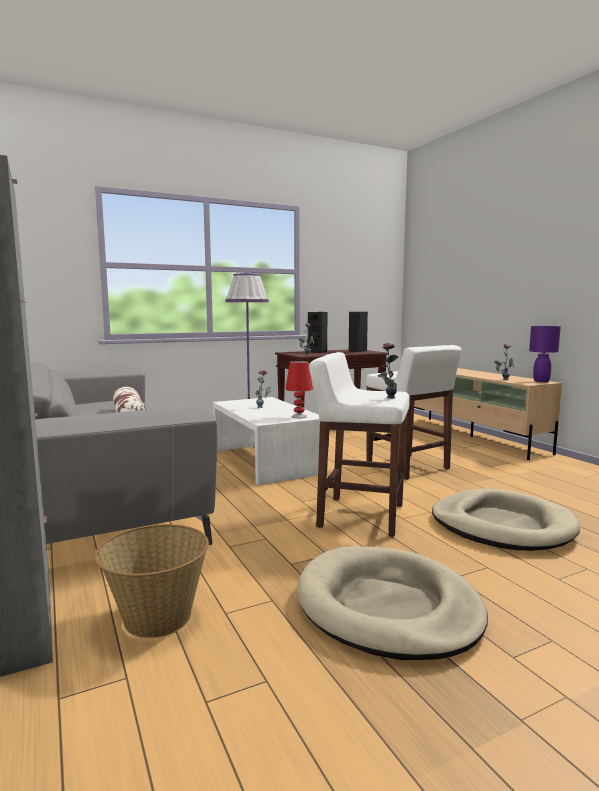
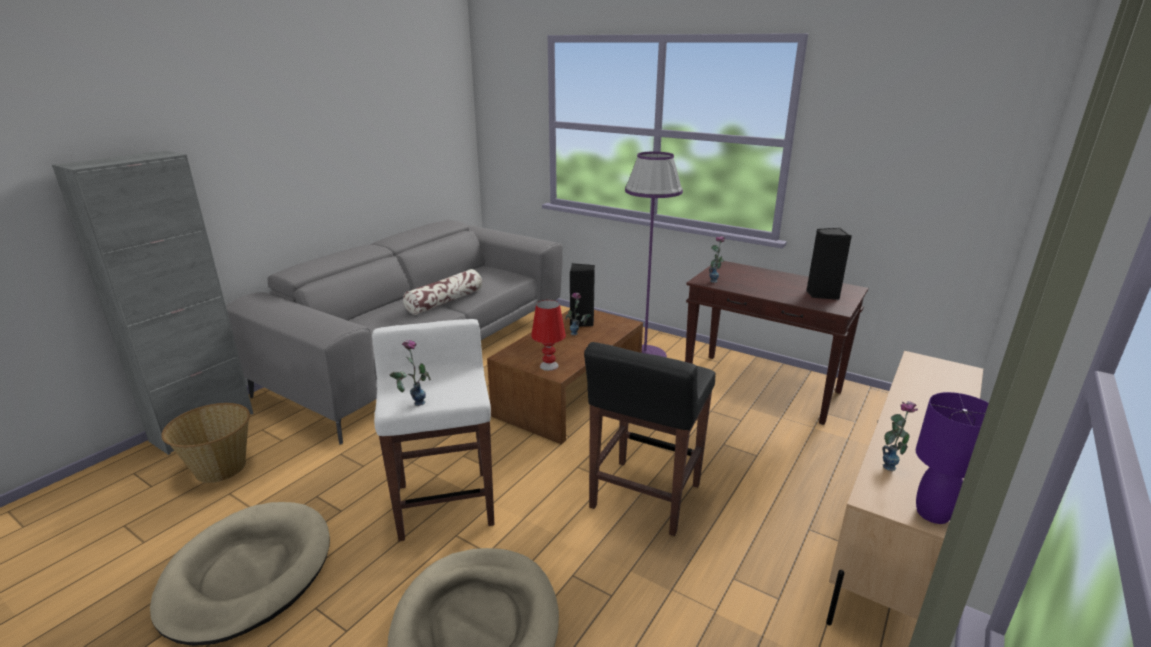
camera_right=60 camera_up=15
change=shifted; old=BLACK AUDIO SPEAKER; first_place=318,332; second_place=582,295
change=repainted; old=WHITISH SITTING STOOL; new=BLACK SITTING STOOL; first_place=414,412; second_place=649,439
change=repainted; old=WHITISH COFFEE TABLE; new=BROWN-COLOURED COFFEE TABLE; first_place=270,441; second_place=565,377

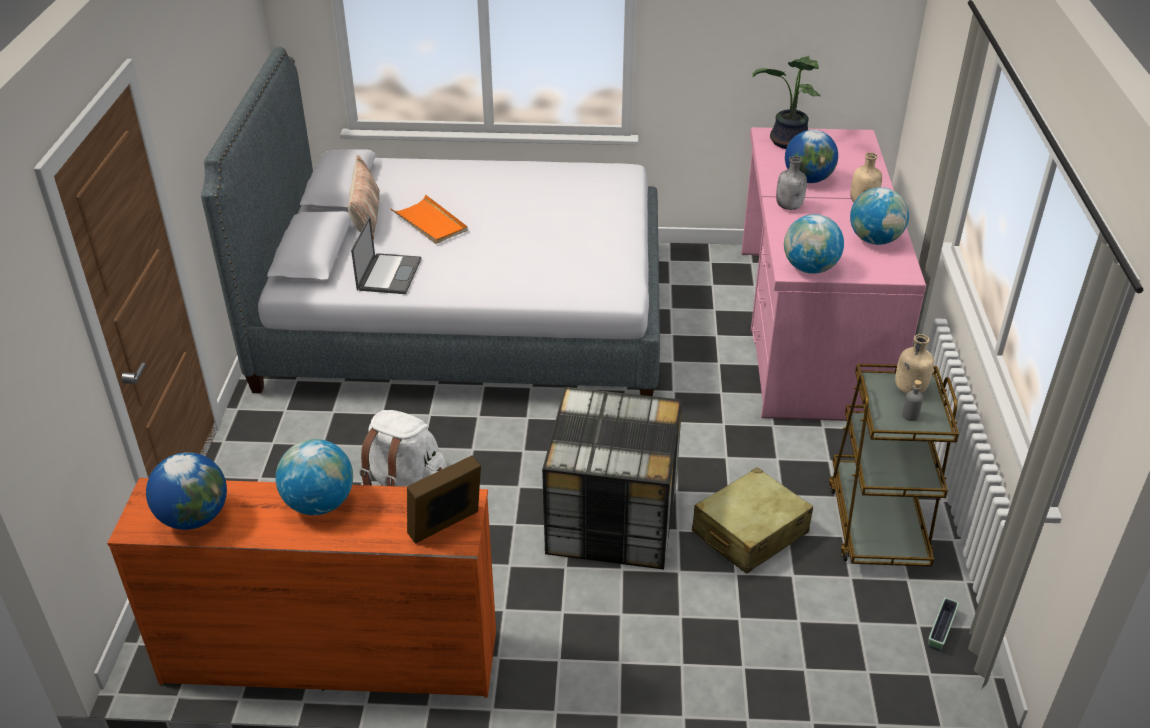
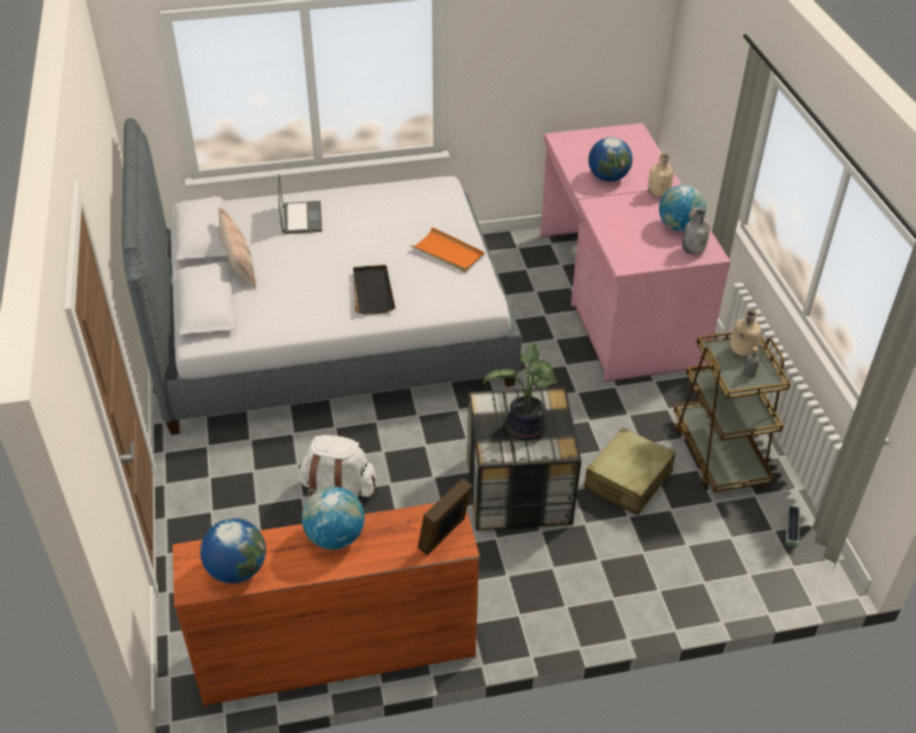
camera_right=-15 camera_up=5
change=shifted; old=HOUSEPLANT; first_place=786,102; second_place=520,391
change=shifted; old=GREYISH DRINK BOTTLE; first_place=791,183; second_place=696,232
change=shifted; old=ORANGEY CARRYING TRAY; first_place=429,219; second_place=447,249
change=gone; old=WORLD GLOBE; first_place=814,244
change=shifted; old=LAPTOP; first_place=386,255; second_place=300,204
change=new; new=BLACK CARRYING TRAY; second_place=374,290

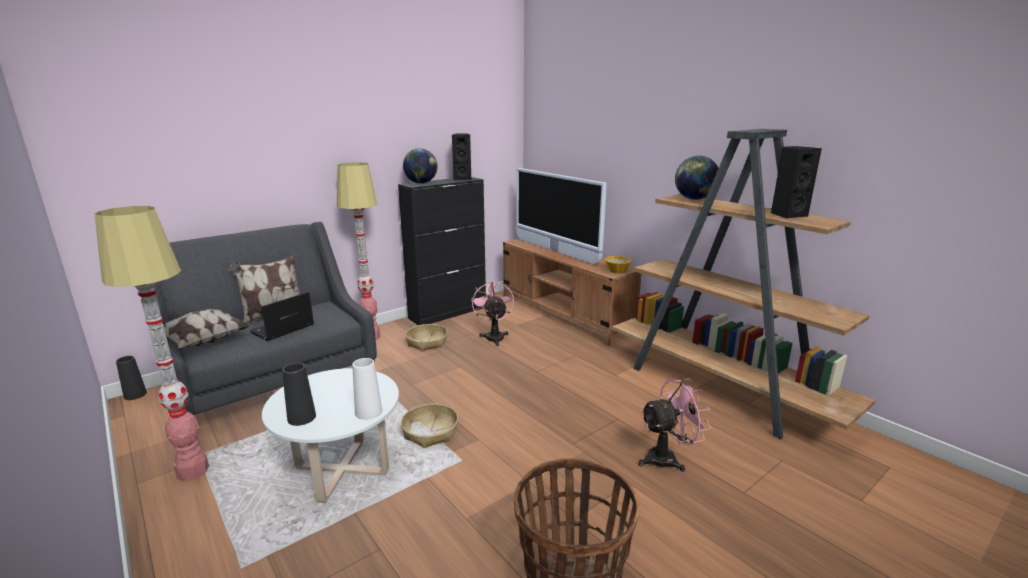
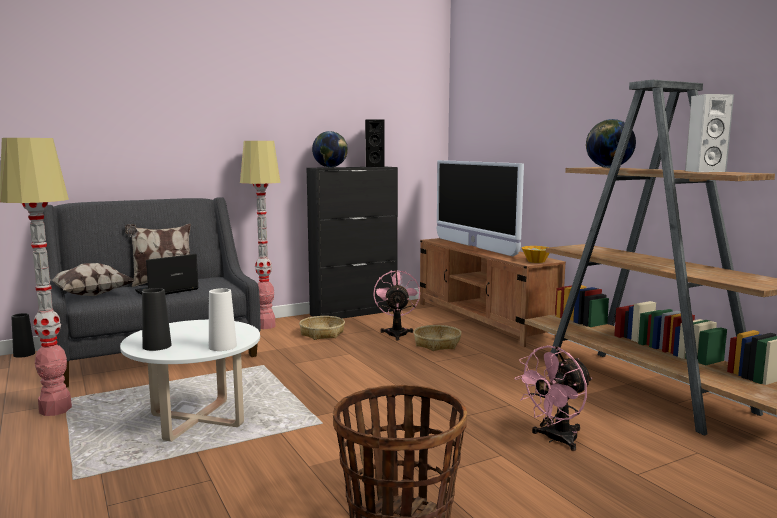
camera_right=10 camera_up=-10
change=repainted; old=BLACK AUDIO SPEAKER; new=WHITISH AUDIO SPEAKER; first_place=796,182; second_place=709,133
change=rotated; old=PINKISH FAN; first_place=675,425; second_place=553,398; degrees=150
change=shifted; old=HOUSEHOLD BASKET; first_place=429,426; second_place=438,338

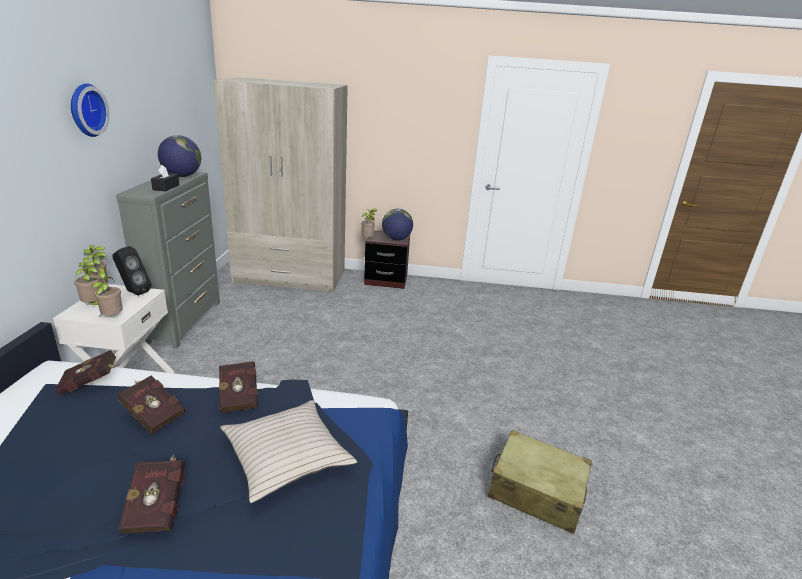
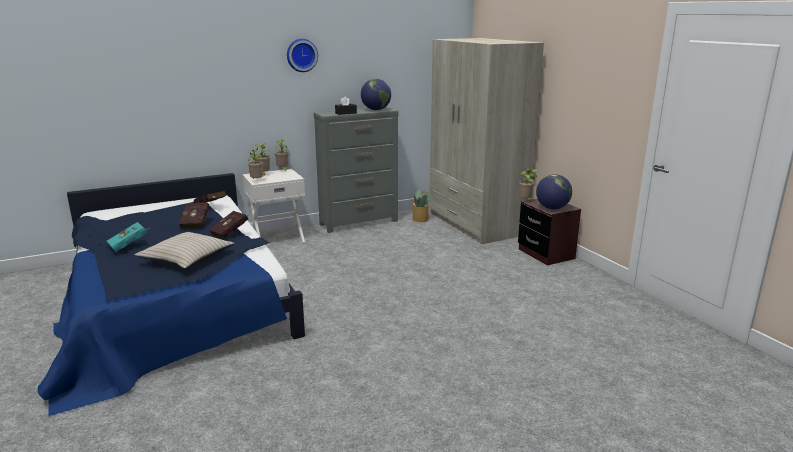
camera_right=60 camera_up=-5
change=gone; old=BLACK AUDIO SPEAKER; first_place=131,271
change=gone; old=BEIGE PIECE OF LUGGAGE; first_place=540,482
change=repainted; old=RED BOUND BOOK; new=TURQUOISE BOUND BOOK; first_place=151,494; second_place=129,237
change=new; new=HOUSEPLANT; second_place=421,206

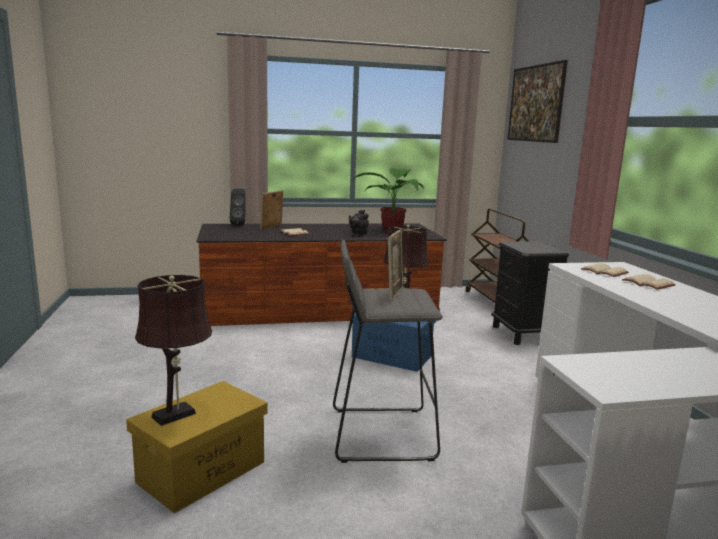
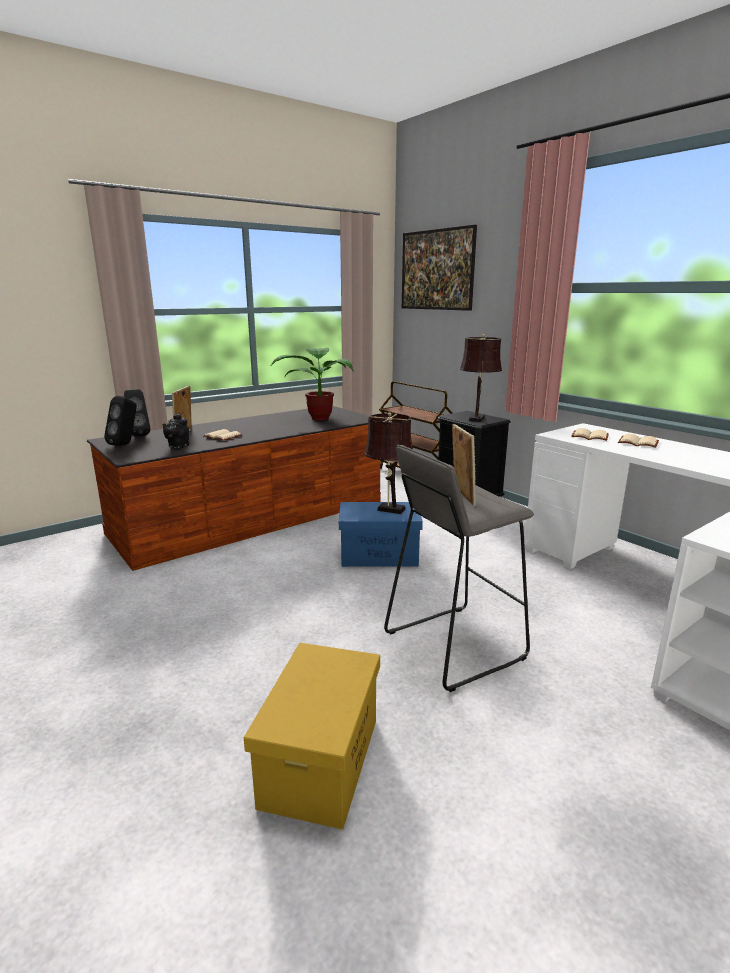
camera_right=-25 camera_up=5
change=shifted; old=BLACK POT FOR TEA; first_place=359,223; second_place=175,431
change=shifted; old=BROWN-COLOURED LAMP FOR A TABLE; first_place=173,350; second_place=481,378
change=new; new=BLACK AUDIO SPEAKER; second_place=120,421

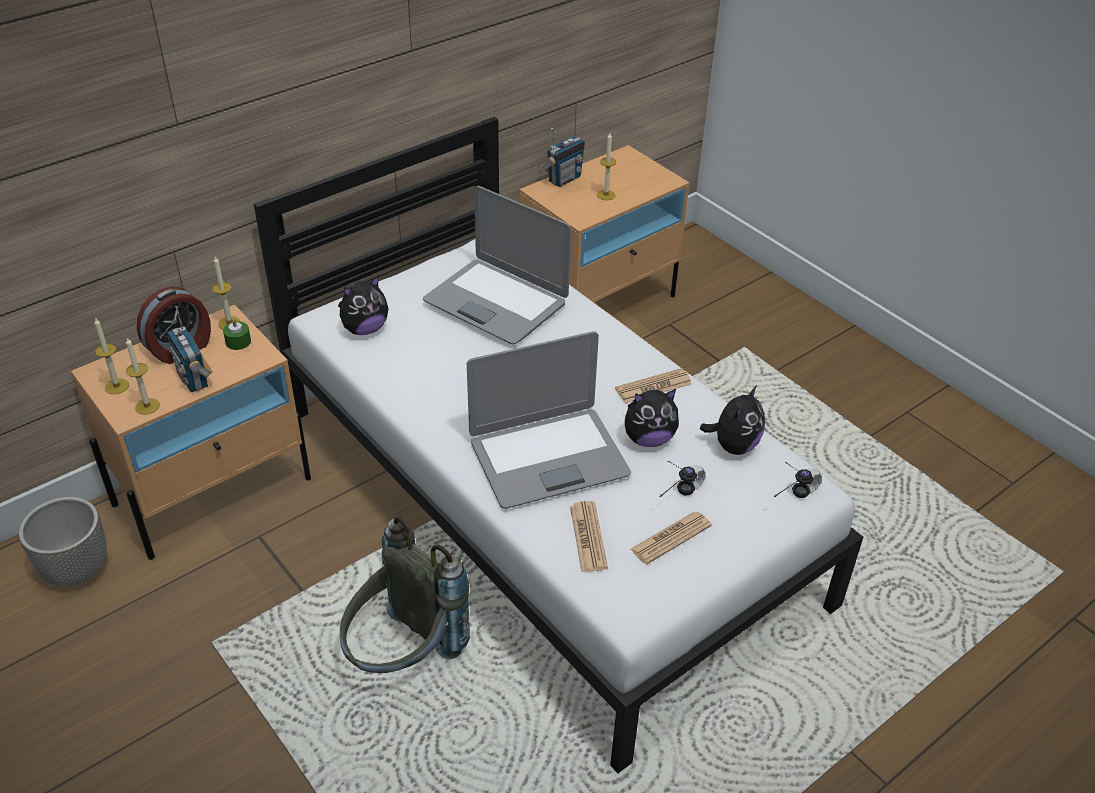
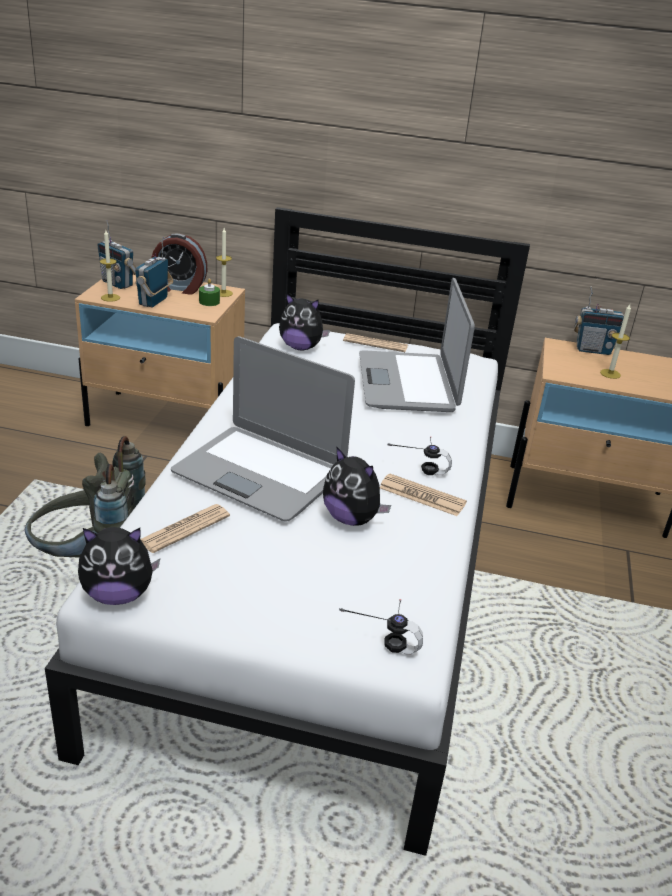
camera_right=50 camera_up=-10
change=swapped; old=WAX CANDLE; new=RADIO SET; first_place=111,355; second_place=116,254
change=shifted; old=PLUSH TOY; first_place=732,420; second_place=119,566
change=shifted; old=HEADSET; first_place=682,479; second_place=419,456
change=gone; old=PLANTER; first_place=62,541
change=shifted; old=DAILY PAPER; first_place=671,538; second_place=375,342

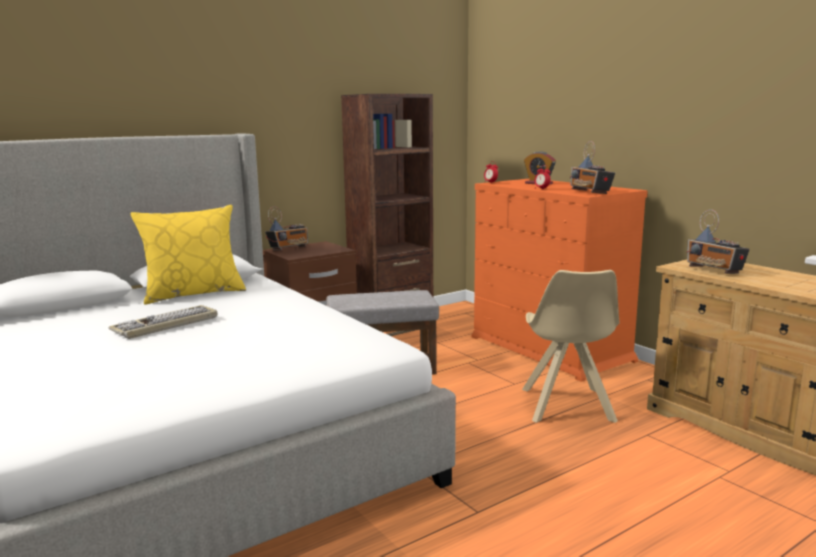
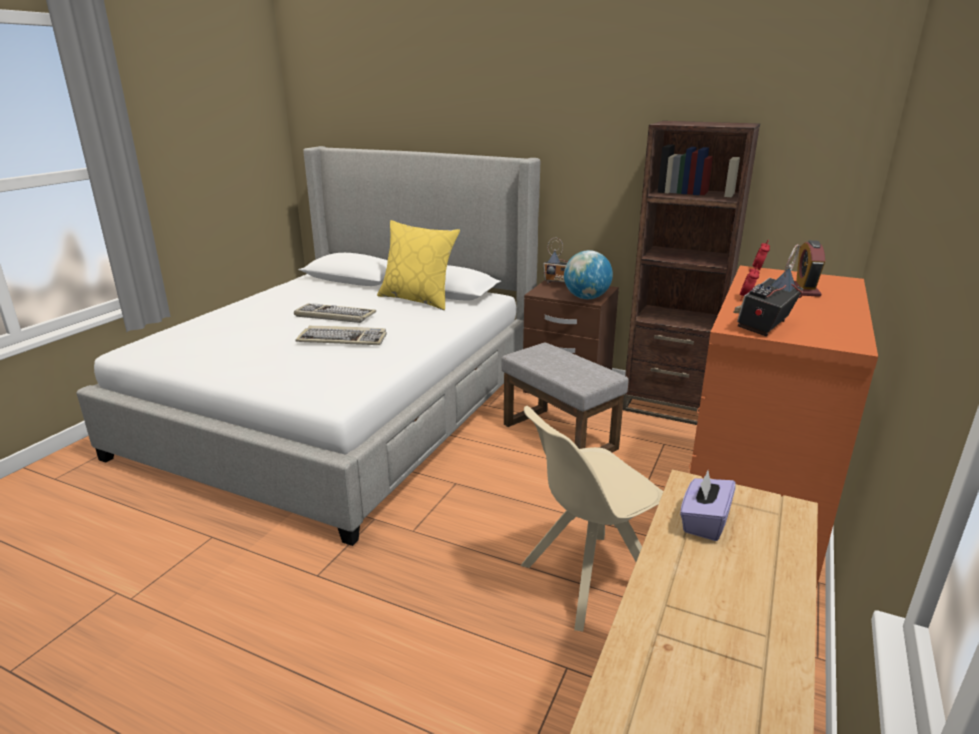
camera_right=60 camera_up=10
change=swapped; old=RADIO SET; new=PURPLISH TISSUE HOLDER; first_place=718,241; second_place=708,506
change=new; new=WORLD GLOBE; second_place=588,274
change=new; new=KEYBOARD; second_place=341,335

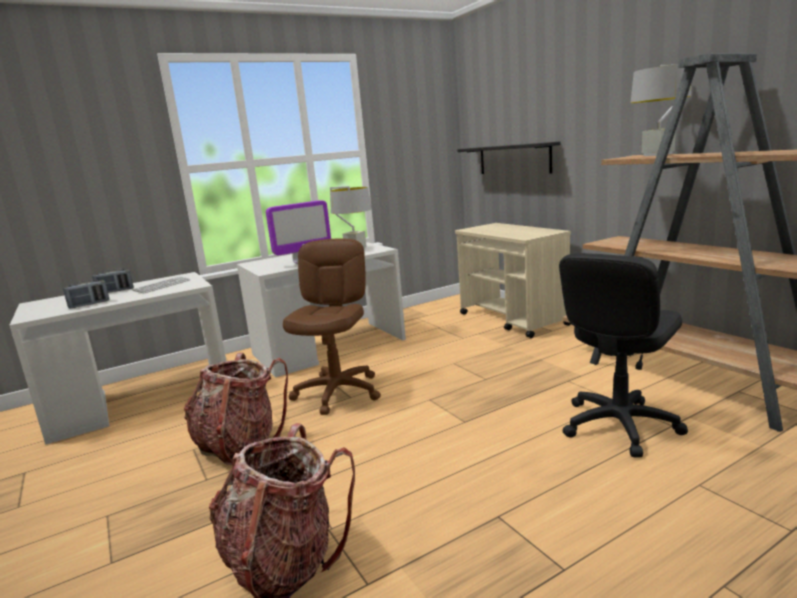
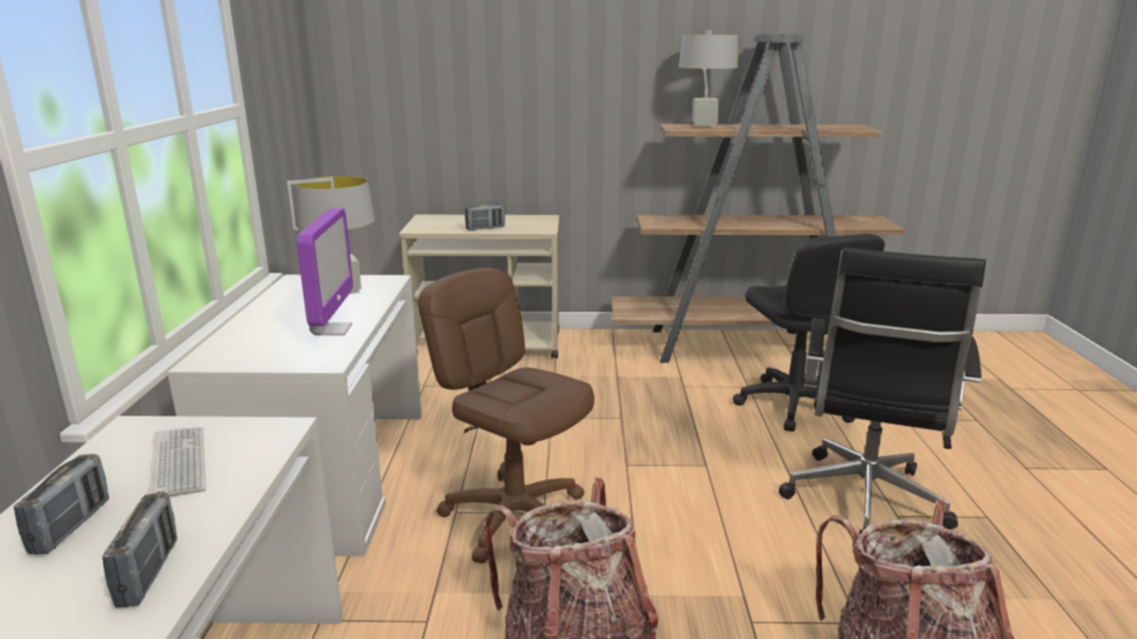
camera_right=-60 camera_up=5
change=gone; old=BLACK SHELF; first_place=509,158
change=new; new=RADIO SET; second_place=485,216
change=new; new=BLACK COMPUTER CHAIR; second_place=882,391

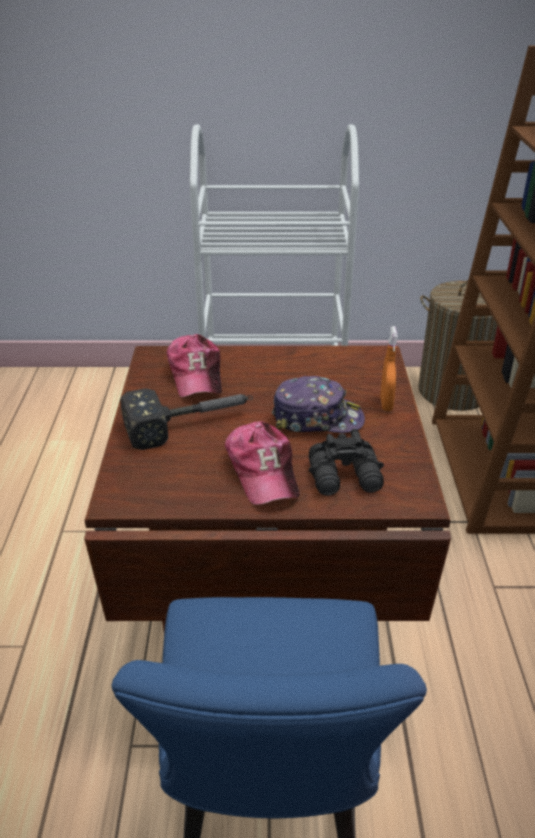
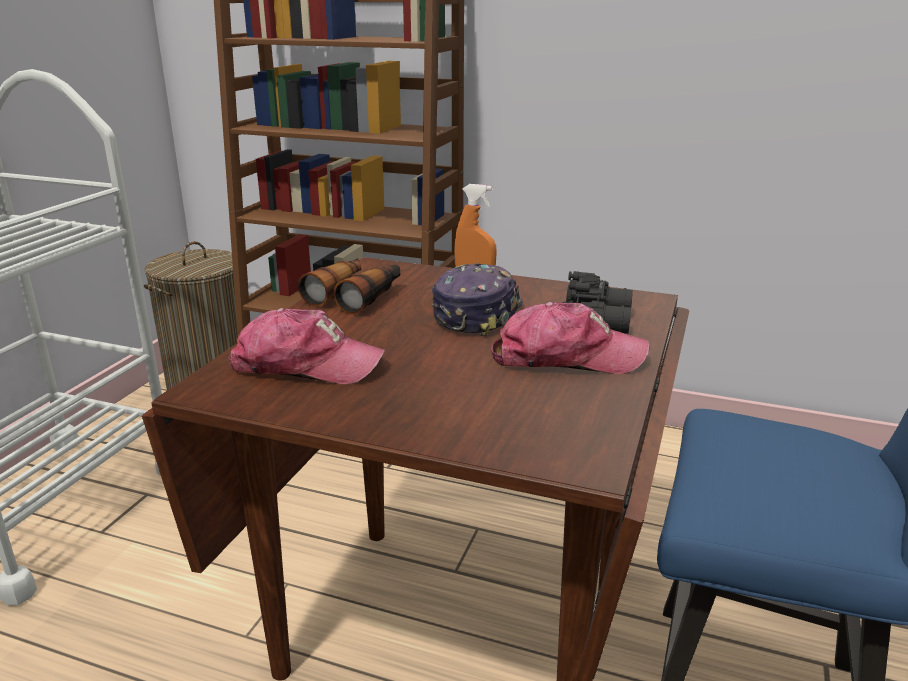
camera_right=-70 camera_up=-10
change=gone; old=HAND HAMMER; first_place=186,419
change=new; new=BINOCULARS; second_place=349,286

